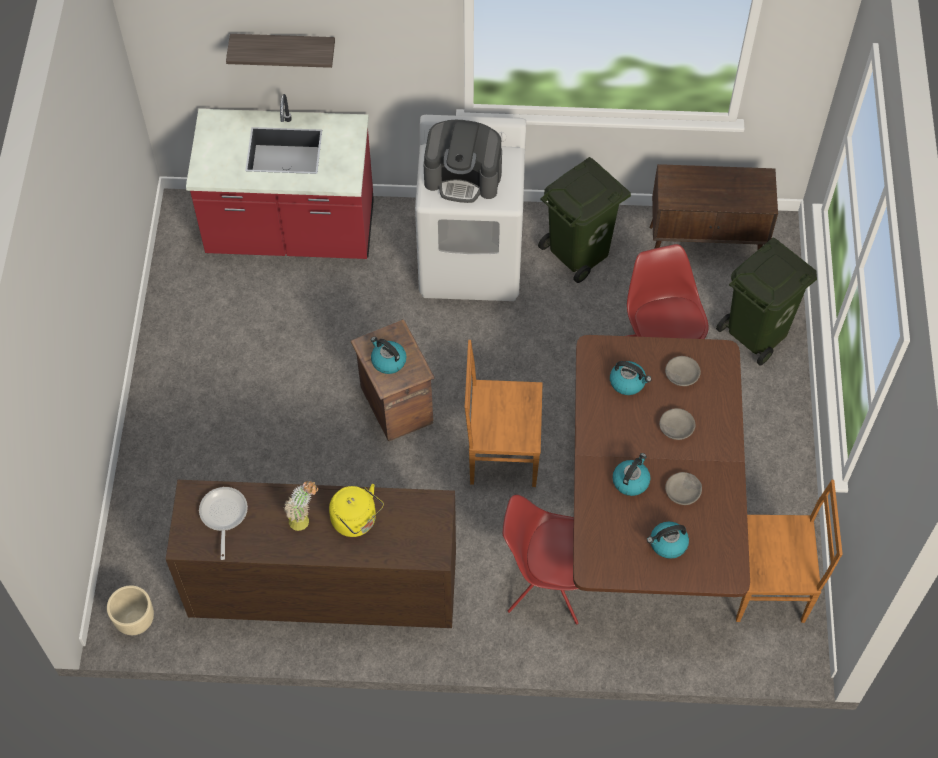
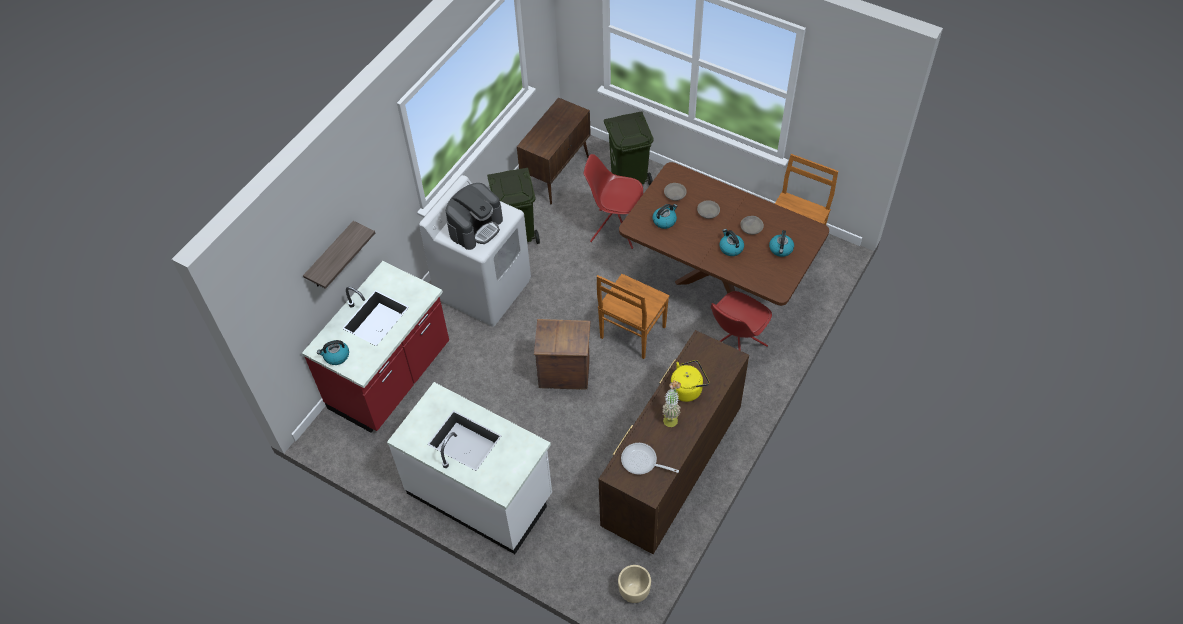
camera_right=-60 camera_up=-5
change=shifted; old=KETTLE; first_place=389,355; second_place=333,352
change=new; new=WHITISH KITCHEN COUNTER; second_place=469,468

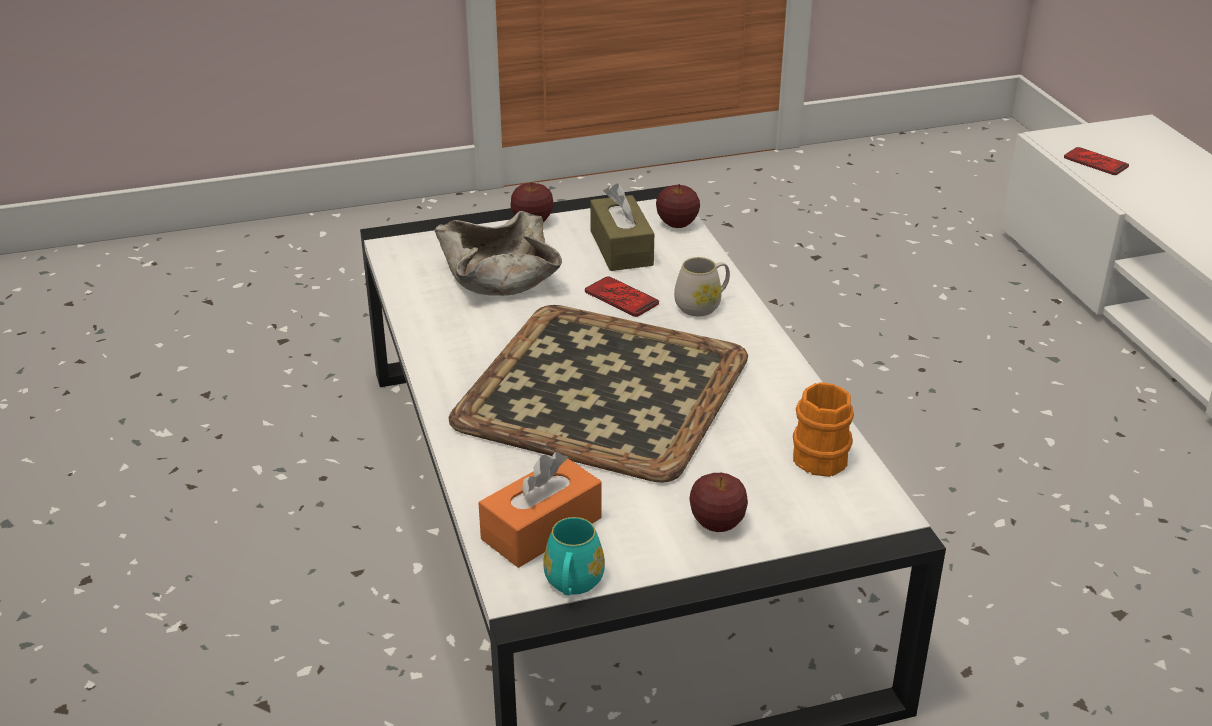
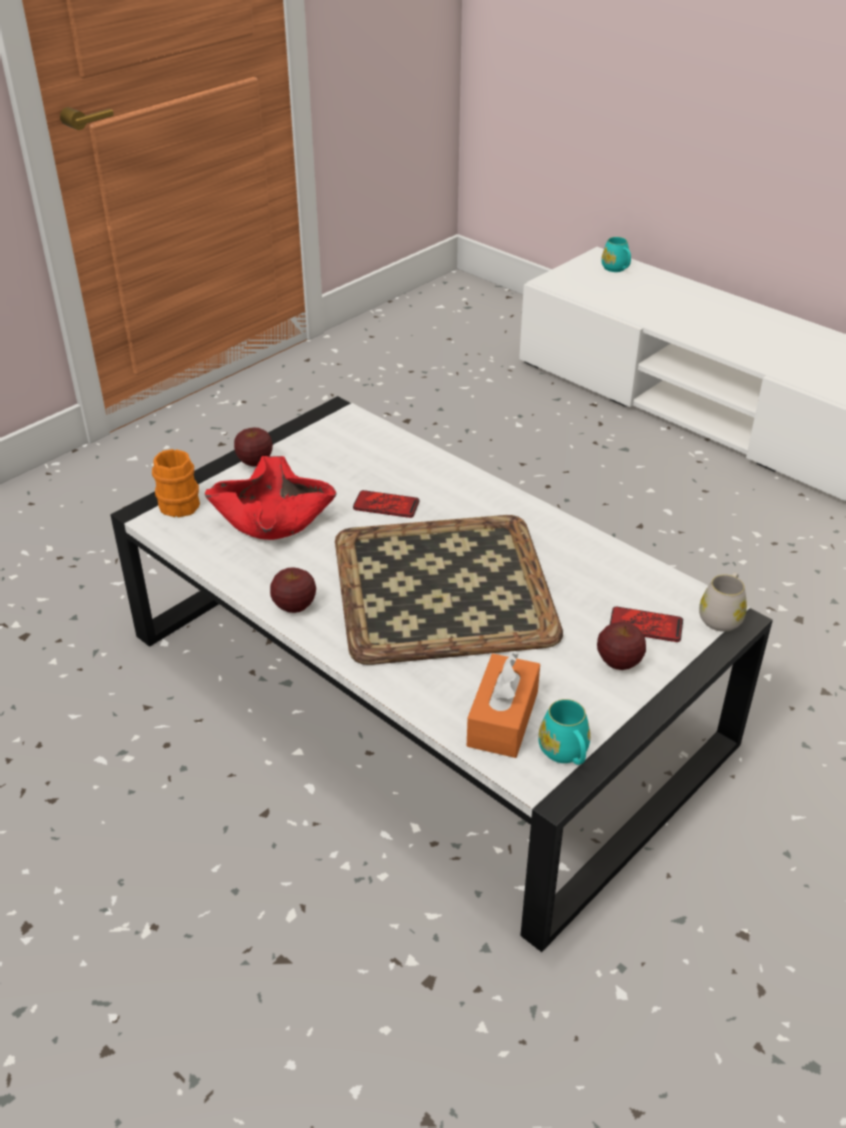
camera_right=-30 camera_up=5
change=shifted; old=PHONE; first_place=1096,161; second_place=646,624
change=gone; old=BROWN-COLOURED TISSUE HOLDER; first_place=622,227
change=shifted; old=APPLE; first_place=678,206; second_place=293,590
change=repainted; old=BEIGE BOWL; new=RED BOWL; first_place=498,253; second_place=270,498
change=shifted; old=WHITISH MUG; first_place=702,286; second_place=723,602
change=shifted; old=ORANGEY MUG; first_place=823,429; second_place=176,483
change=new; new=TURQUOISE MUG; second_place=616,254

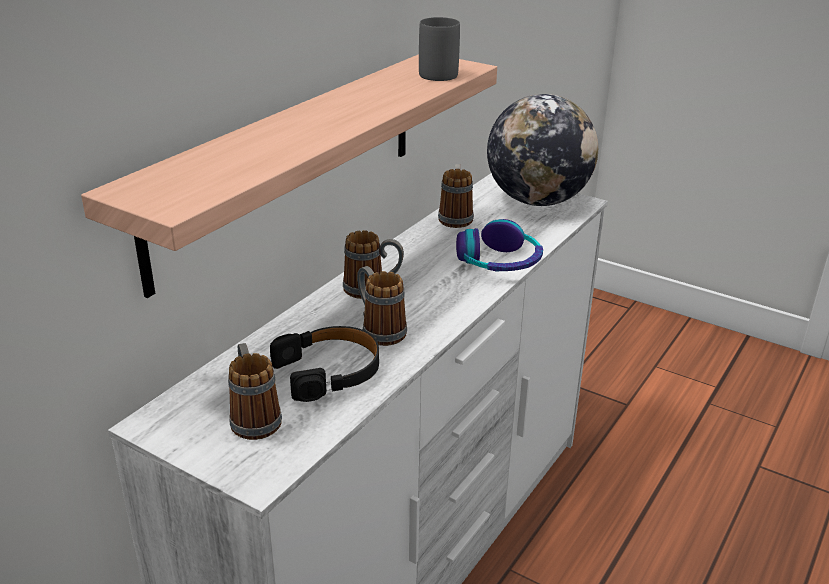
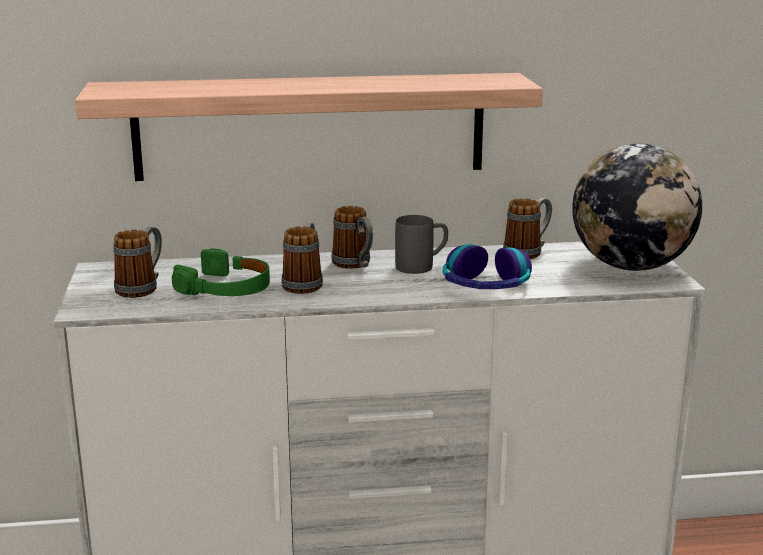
camera_right=50 camera_up=-10
change=shifted; old=GREYISH MUG; first_place=439,49; second_place=421,244
change=repainted; old=BLACK HEADSET; new=GREEN-COLOURED HEADSET; first_place=324,364; second_place=221,272

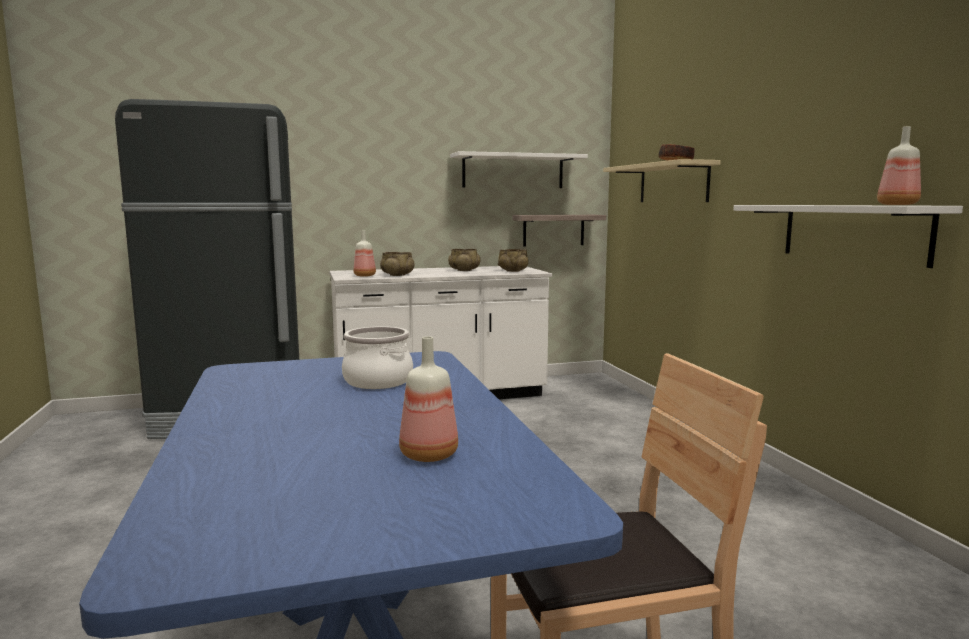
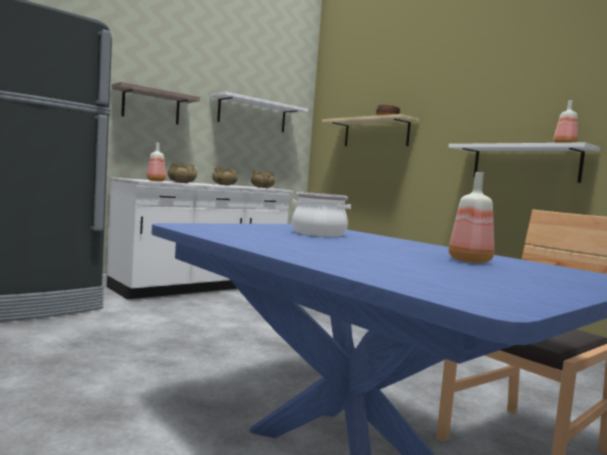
camera_right=-25 camera_up=-5
change=shifted; old=SHELF; first_place=559,230; second_place=155,103

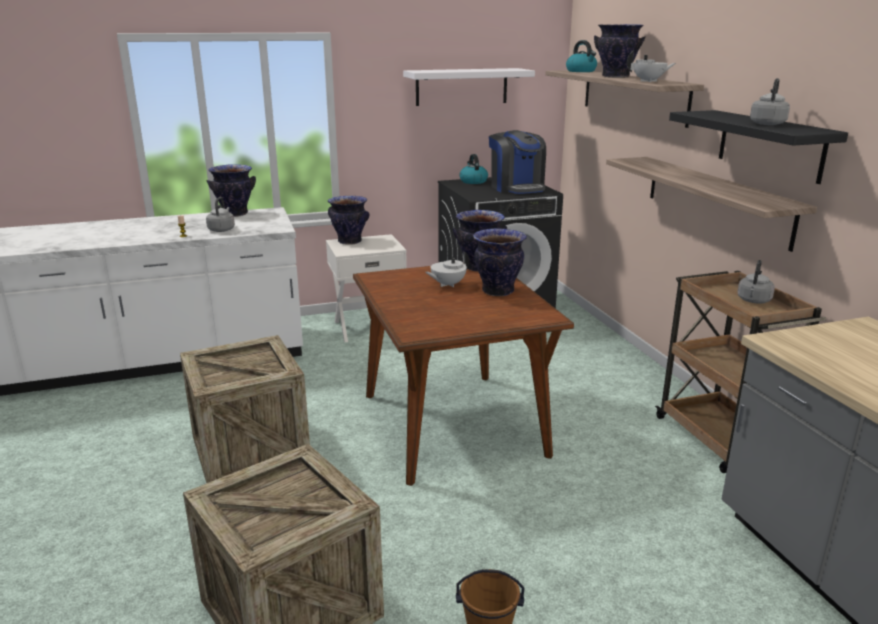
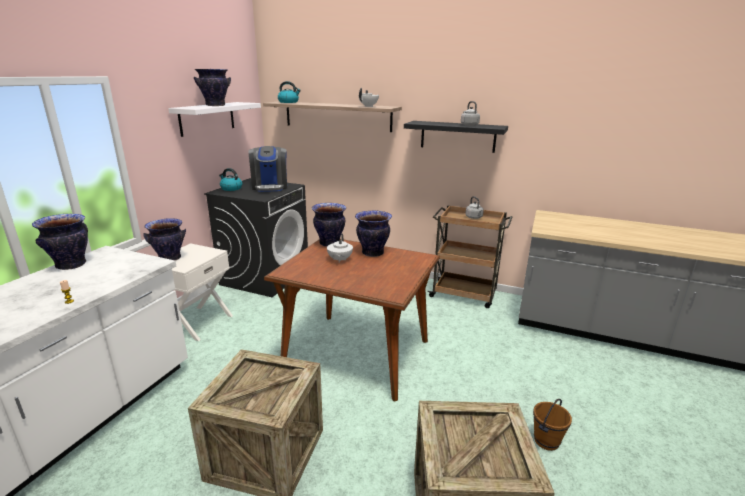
camera_right=-50 camera_up=0
change=shifted; old=VASE; first_place=620,51; second_place=212,87
change=rotated; old=COFFEE MACHINE; first_place=517,162; second_place=267,169; degrees=60
change=gone; old=SHELF; first_place=711,204
change=gone; old=GREYISH KETTLE; first_place=220,214

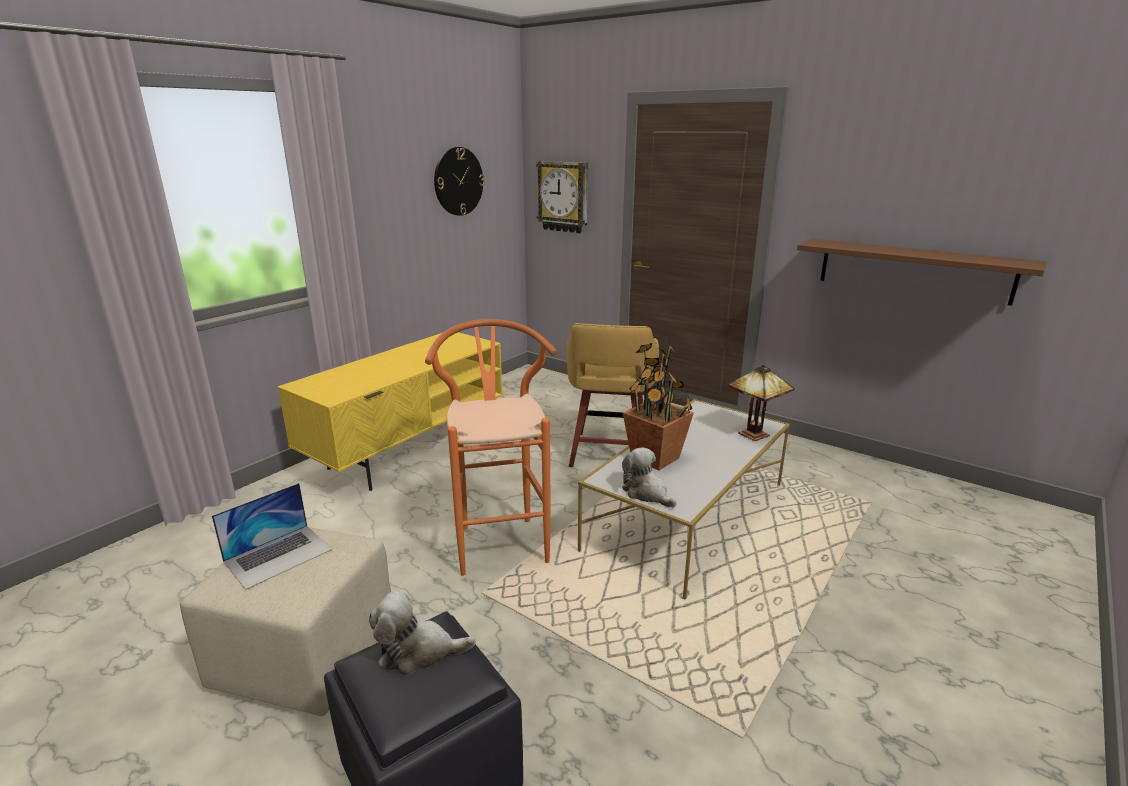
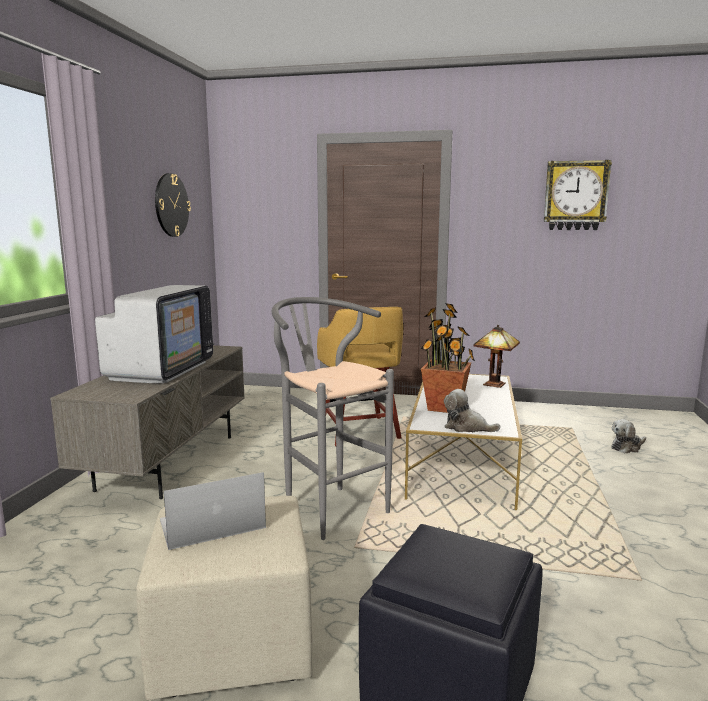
camera_right=-25 camera_up=-10
change=shifted; old=HANGING CLOCK; first_place=562,197; second_place=578,195
change=gone; old=BROWN-COLOURED SHELF; first_place=922,272
change=repainted; old=ORANGEY SITTING STOOL; new=GREYISH SITTING STOOL; first_place=491,447; second_place=333,418
change=repainted; old=YELLOWISH TV UNIT; new=GREYISH TV UNIT; first_place=390,411; second_place=147,422
change=rotated; old=LAPTOP; first_place=272,536; second_place=213,511; degrees=-135
change=shifted; old=PLUSH TOY; first_place=422,633; second_place=628,436
change=new; new=TELEVISION; second_place=154,334

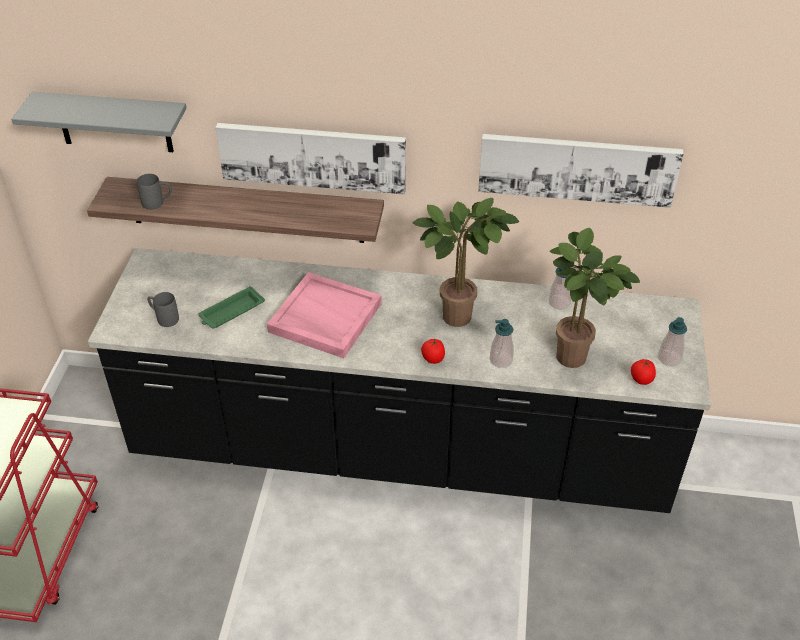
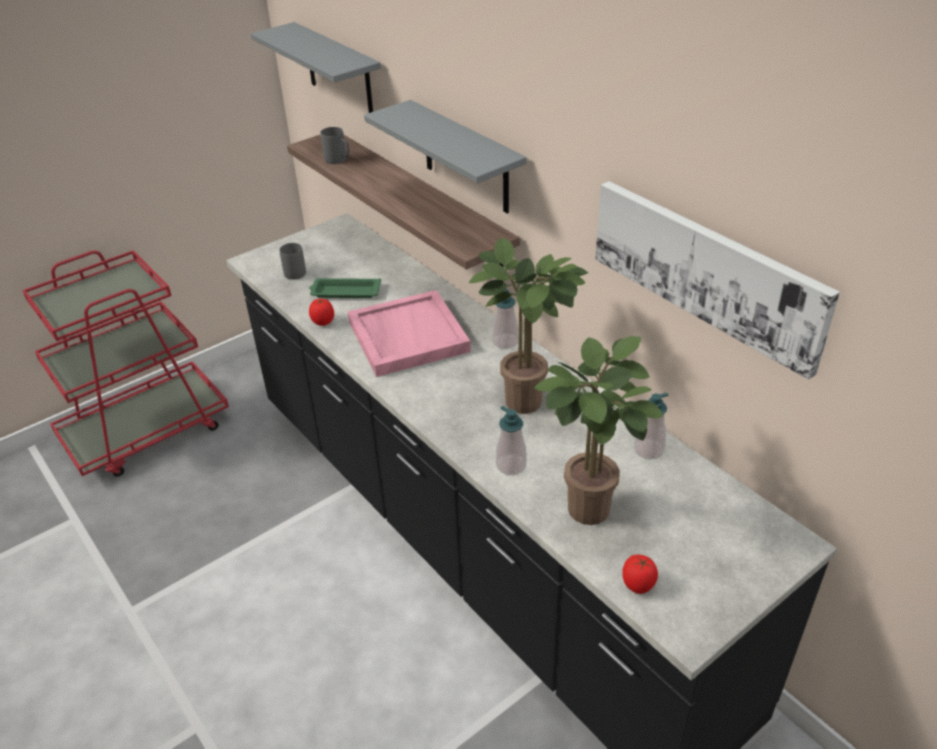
camera_right=45 camera_up=-5
change=swapped; old=WALL PICTURE; new=GREYISH SHELF; first_place=310,159; second_place=445,156
change=shifted; old=LIQUID SOAP BOTTLE; first_place=672,341; second_place=505,319
change=shifted; old=FRESH TOMATO; first_place=433,351; second_place=321,312

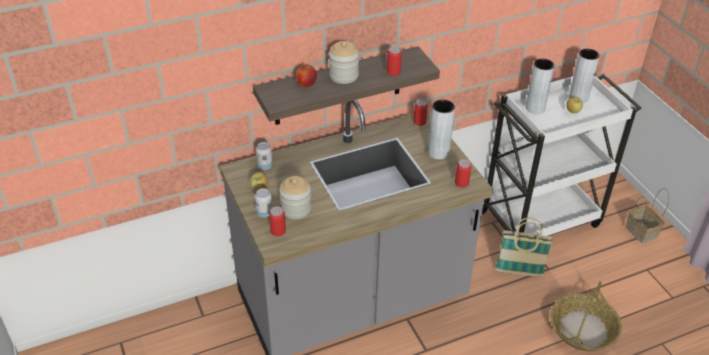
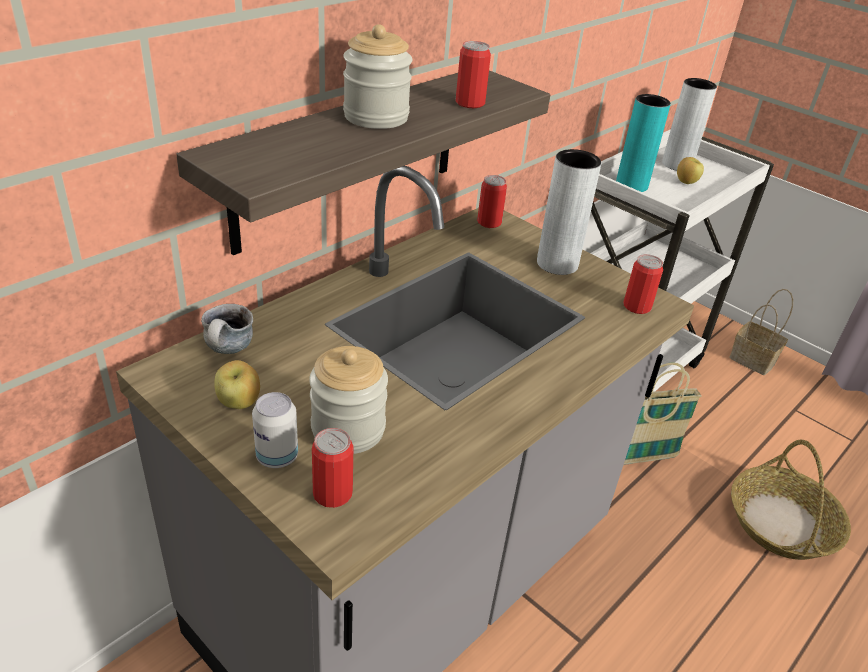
camera_right=-25 camera_up=-5
change=repainted; old=GREYISH VASE; new=TURQUOISE VASE; first_place=540,86; second_place=643,143
change=gone; old=APPLE; first_place=306,75
change=swapped; old=CAN; new=MUG; first_place=264,156; second_place=227,329

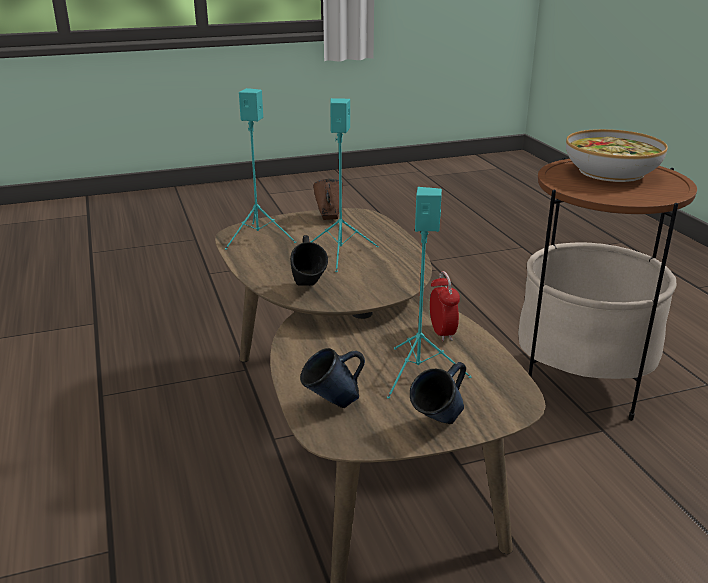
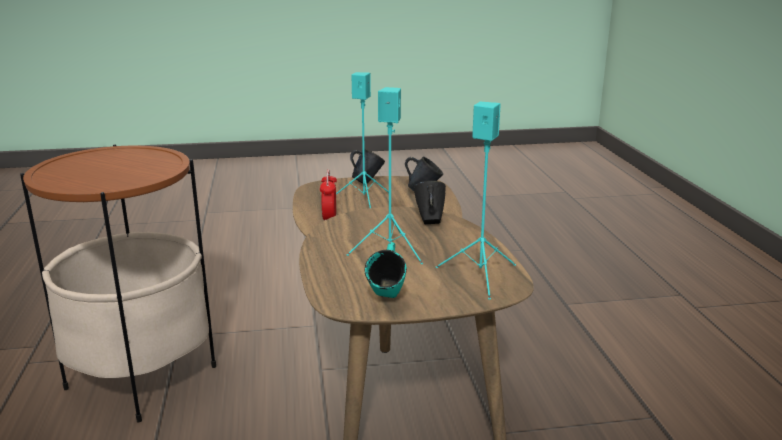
camera_right=-170 camera_up=-5
change=gone; old=BOWL; first_place=617,155
change=repainted; old=BROWN-COLOURED MUG; new=TURQUOISE MUG; first_place=328,199; second_place=386,270

